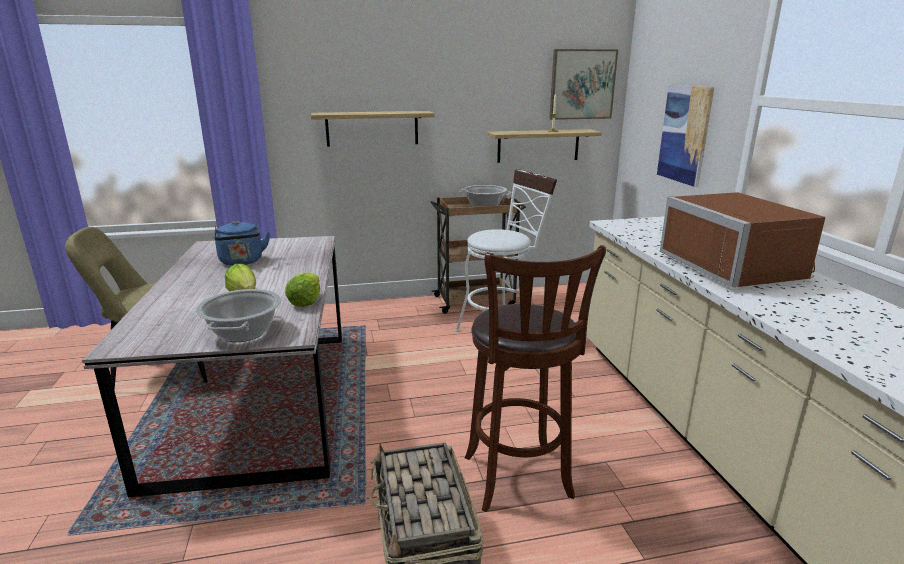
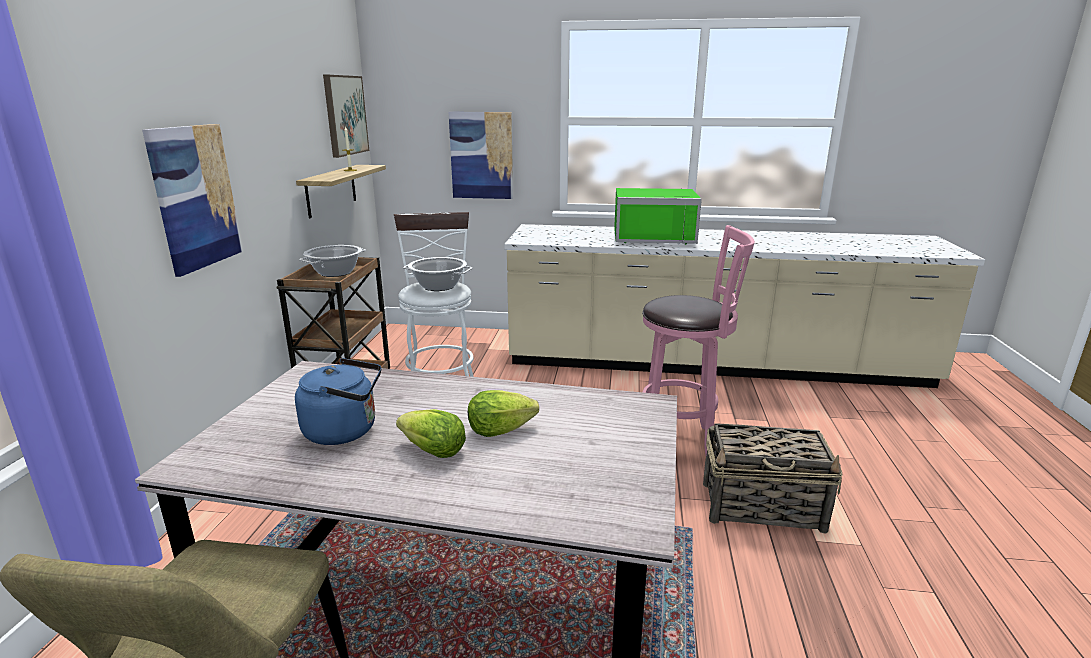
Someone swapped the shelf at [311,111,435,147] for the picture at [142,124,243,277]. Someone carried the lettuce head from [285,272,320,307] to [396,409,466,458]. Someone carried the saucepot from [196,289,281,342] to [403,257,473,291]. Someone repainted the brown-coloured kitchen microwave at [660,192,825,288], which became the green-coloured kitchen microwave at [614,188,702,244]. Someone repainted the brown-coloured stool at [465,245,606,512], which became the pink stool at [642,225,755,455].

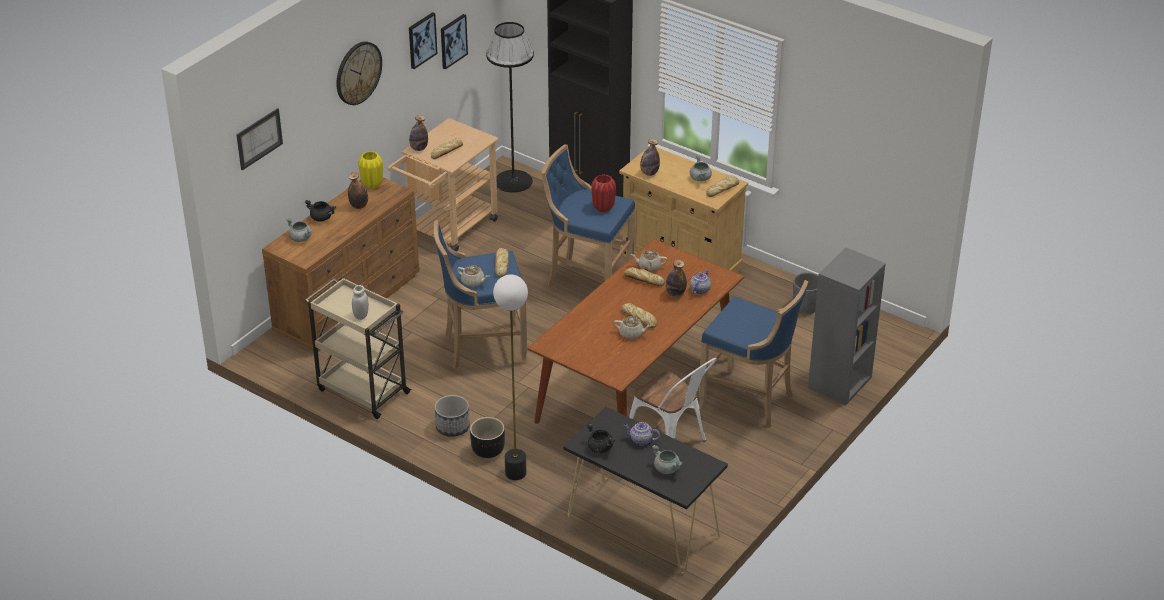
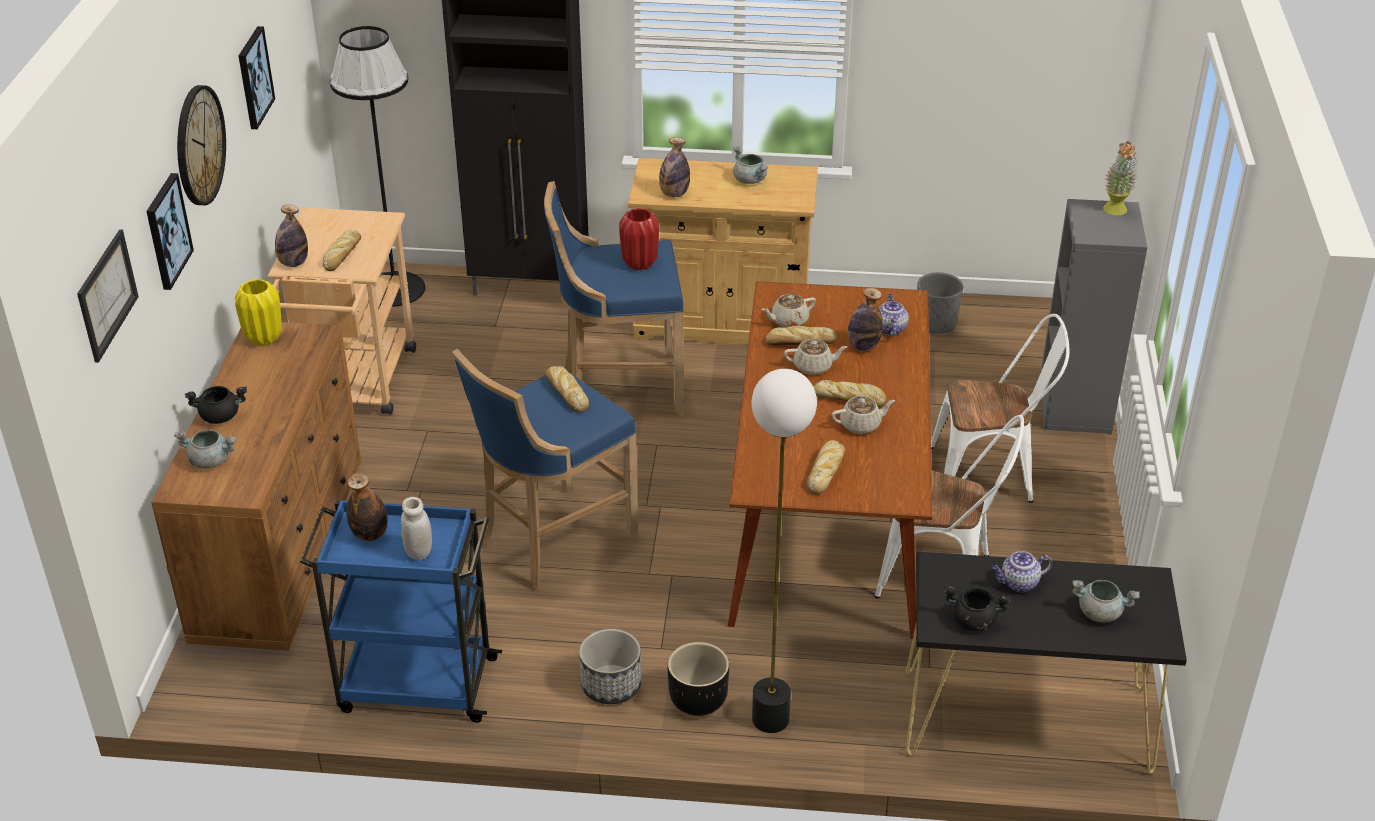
Someone carried the picture from [441,14,468,70] to [146,173,194,290]. Someone repainted the sand-coloured wheeled cart at [305,277,412,419], which became the blue wheeled cart at [300,499,502,723]. Someone carried the bottle from [348,172,368,209] to [346,472,388,541]. Someone carried the sand-coloured pot for tea from [457,265,490,287] to [784,339,847,375]. Someone carried the bakery bread from [706,176,739,197] to [807,440,845,495]. Someone swapped the blue stool at [699,280,808,428] for the white plain chair at [931,314,1069,503]. Someone put down the plant in a pot at [1103,141,1138,215].

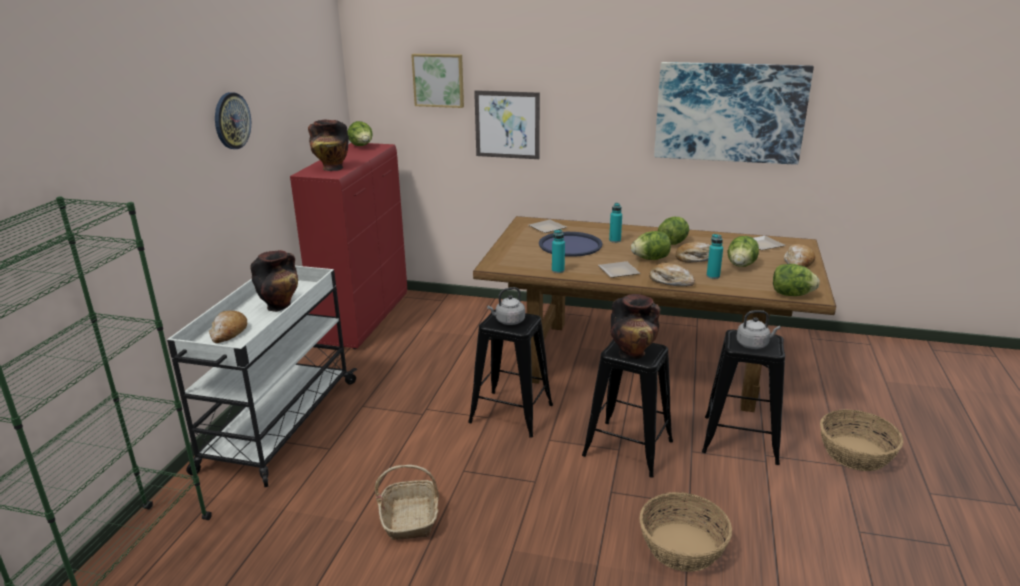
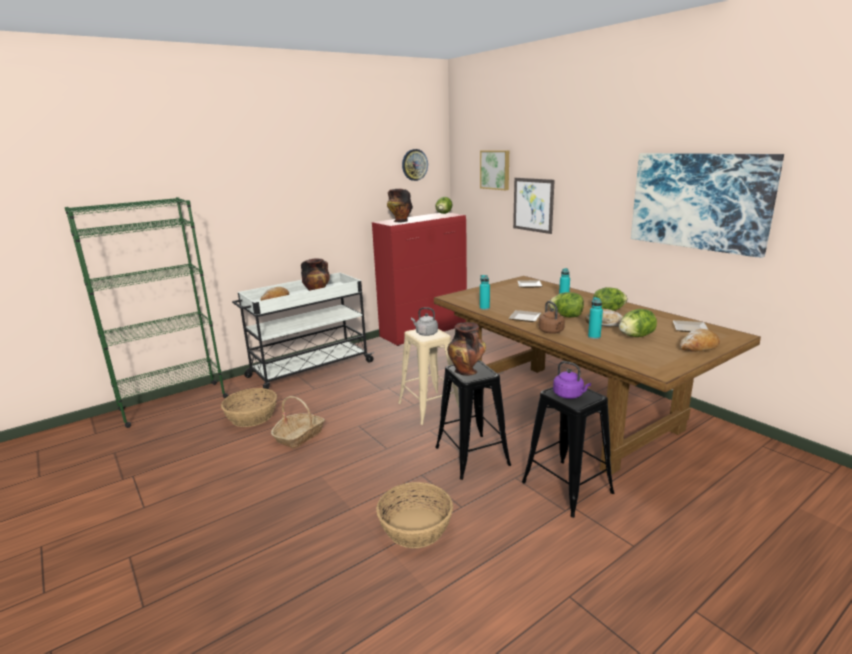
Someone carried the storage basket from [820,409,903,471] to [221,388,277,427]. Someone repainted the black-coloured stool at [468,309,553,438], which became the sand-coloured stool at [398,329,459,425]. Someone carried the clock on the wall from [215,92,251,149] to [402,149,428,181]. Someone swapped the bakery bread at [649,263,695,287] for the brown-coloured tea kettle at [539,301,565,334]. Someone repainted the greyish tea kettle at [736,310,781,349], which became the purple-coloured tea kettle at [553,361,591,399]. Someone took away the blue serving tray at [539,232,603,257]. Someone took away the lettuce head at [773,264,820,296].

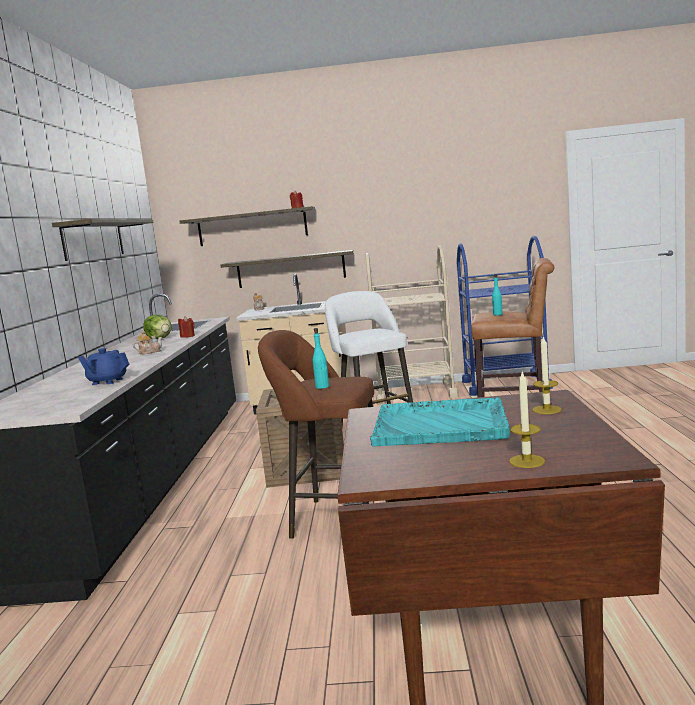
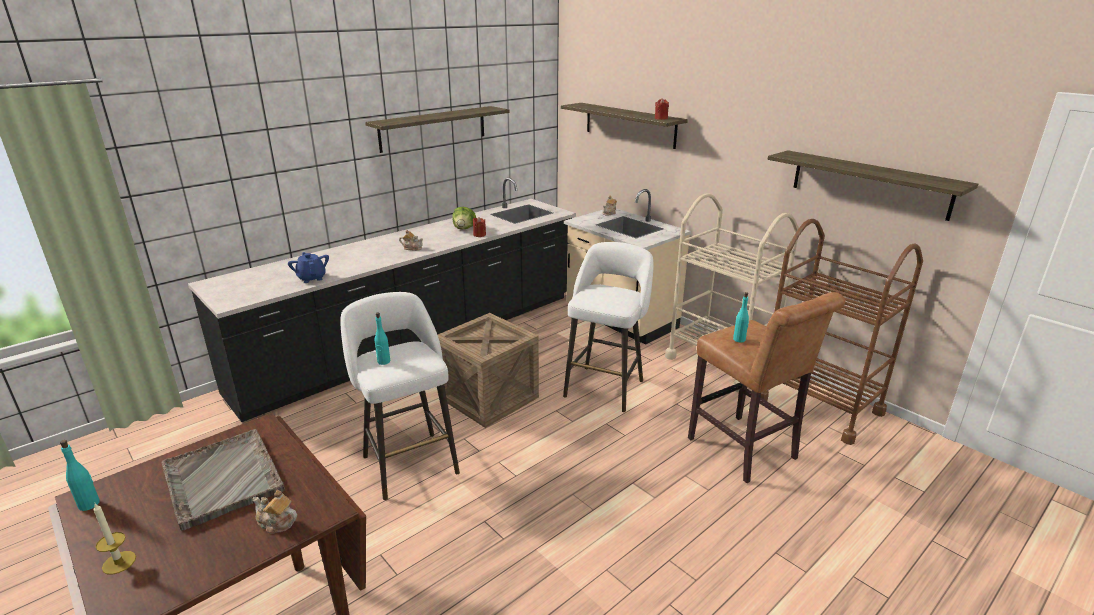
Someone put down the turquoise-coloured bottle at [60,440,100,511]. Someone repainted the turquoise-coloured serving tray at [370,397,510,446], which became the greyish serving tray at [162,429,285,531]. Someone swapped the wax light at [533,336,561,414] for the pot for tea at [252,490,297,534]. Someone repainted the brown-coloured stool at [258,330,388,539], which became the white stool at [340,292,460,500]. Someone repainted the blue wheeled cart at [457,236,553,396], which became the brown-coloured wheeled cart at [761,219,923,445]. Someone carried the shelf from [221,250,354,288] to [768,150,978,221].

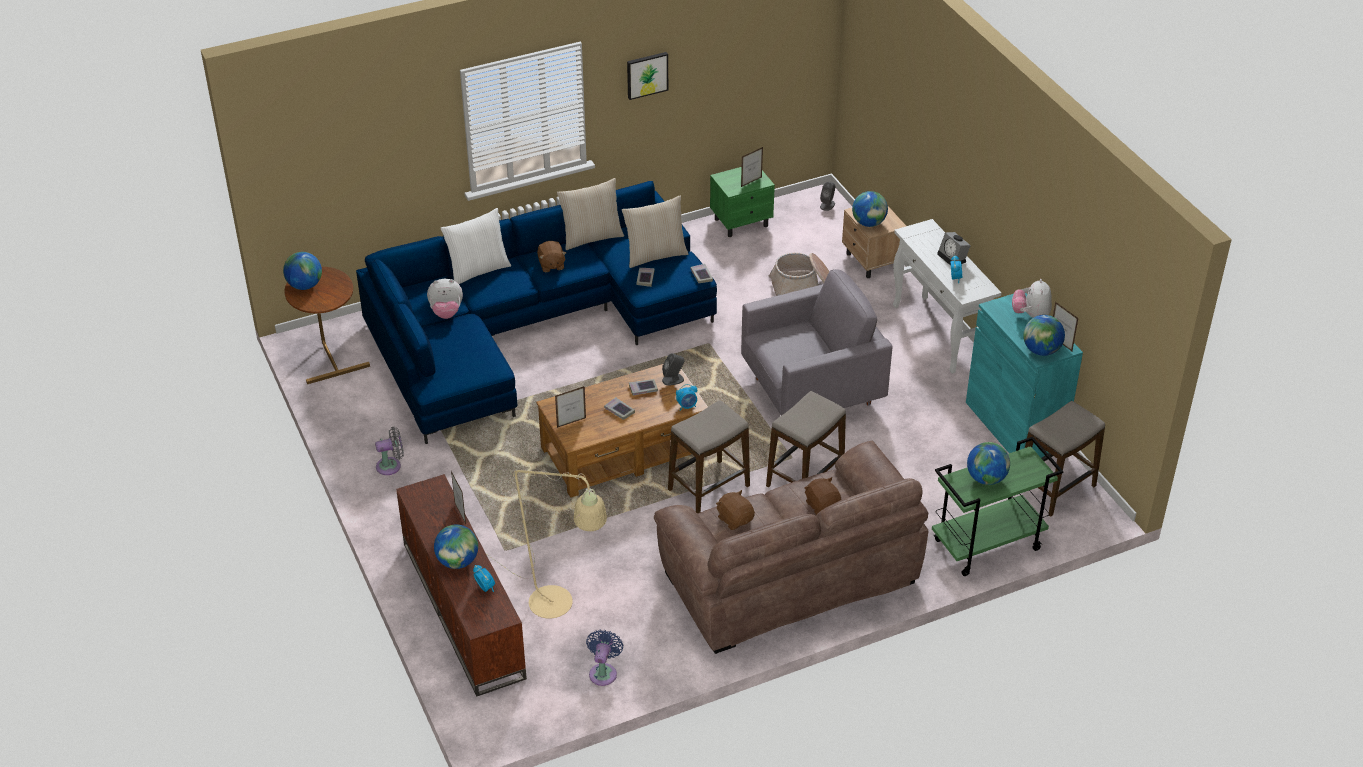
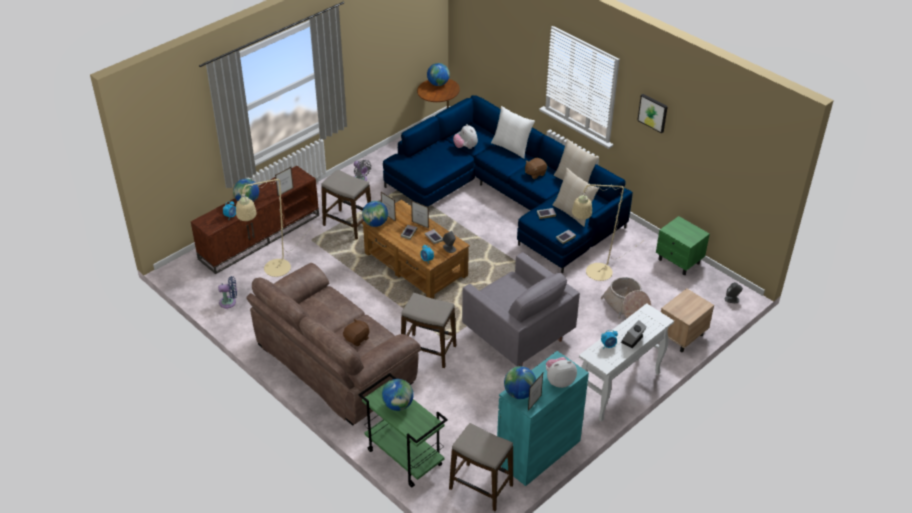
Someone carried the stool from [668,400,750,513] to [321,170,371,240]. Someone carried the world globe from [852,191,888,227] to [362,201,388,227]. Someone carried the photo frame from [741,147,763,187] to [411,200,429,229]. Someone put down the sand-coloured standard lamp at [572,184,646,281]. Someone took away the brown-coloured plush toy at [716,490,755,530].

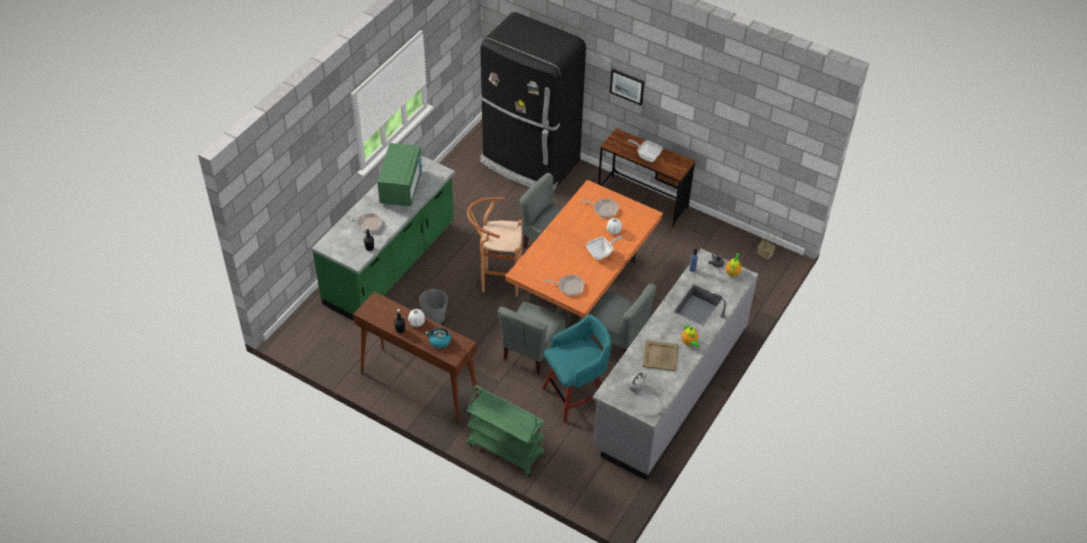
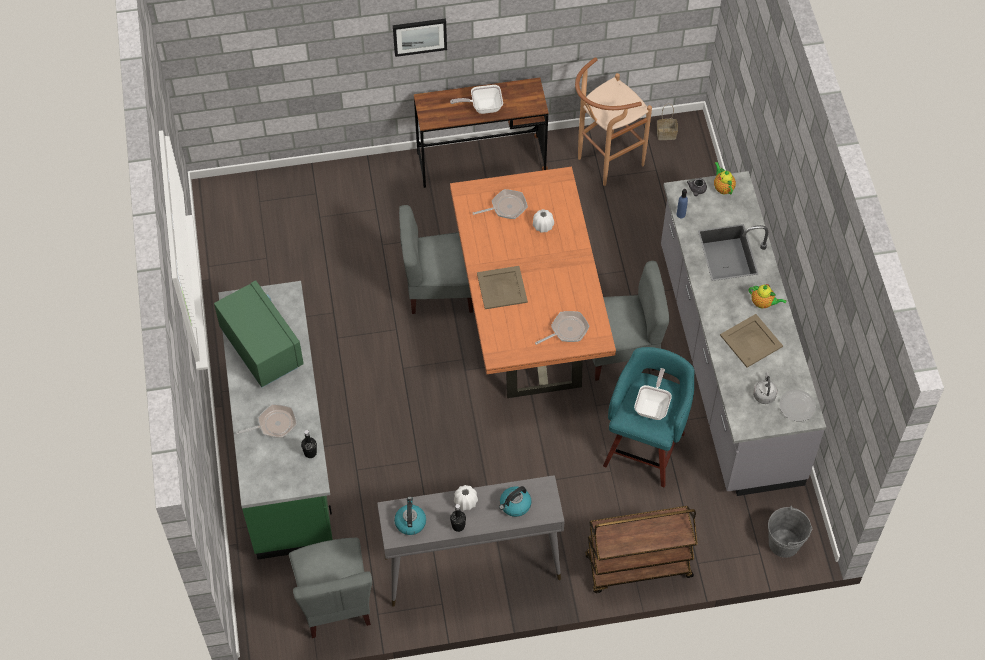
Someone carried the greyish plain chair from [498,302,565,375] to [289,538,372,638]. Someone repainted the brown-coloured narrow table at [353,291,479,425], which became the greyish narrow table at [377,475,565,606]. Someone put down the tea kettle at [394,497,426,535]. Someone put down the sand-coloured serving tray at [477,266,528,309]. Someone carried the brown-coloured stool from [467,197,522,297] to [575,57,652,186]. Someone repainted the green-coloured wheeled cart at [466,385,546,477], which became the brown-coloured wheeled cart at [585,506,698,593]. Someone carried the pan from [586,236,623,260] to [634,368,672,420]. Someone carried the greyish pail from [419,289,448,324] to [768,506,812,558]. Someone took away the black-coloured refrigerator at [480,12,586,190].

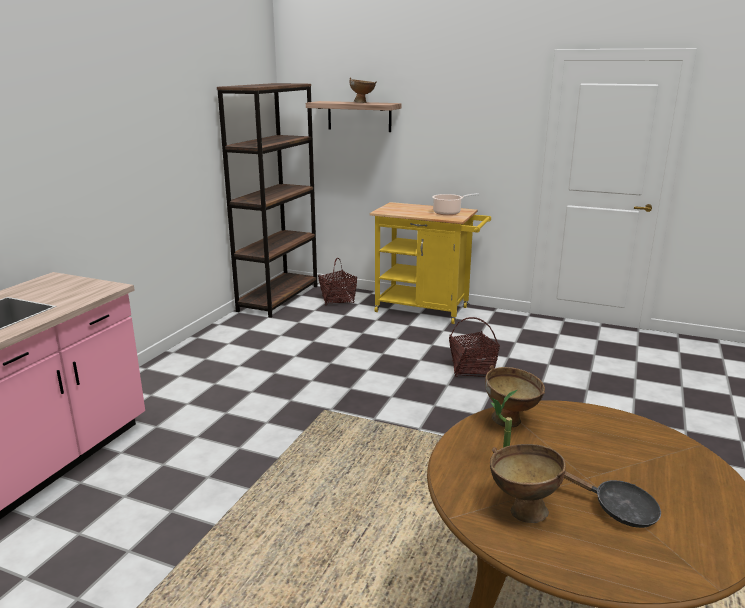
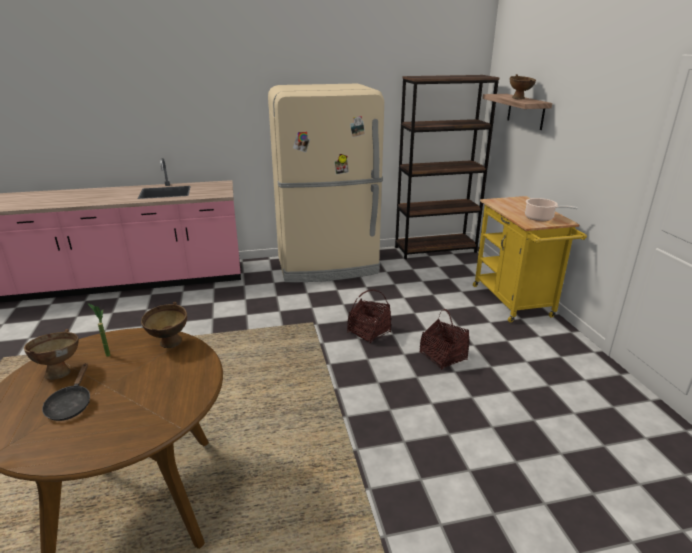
Someone put down the sand-coloured refrigerator at [268,84,384,282]. Someone carried the storage basket from [318,258,357,305] to [347,290,391,344].

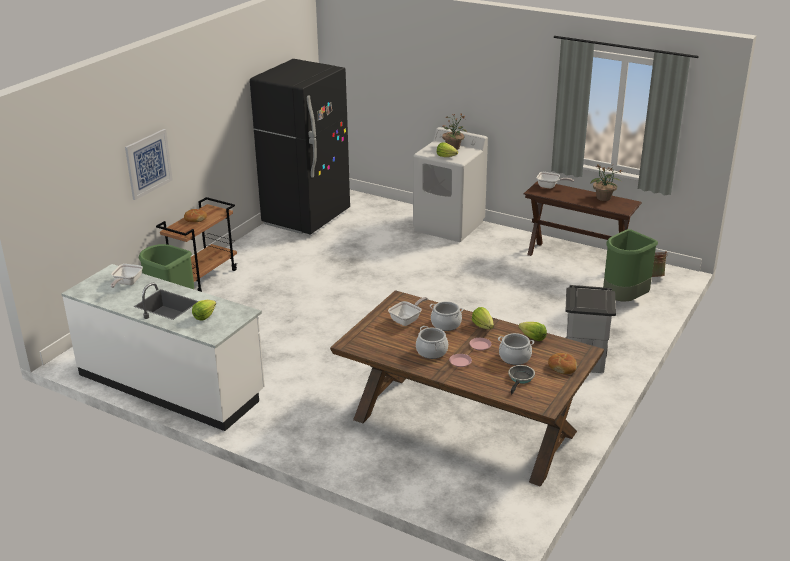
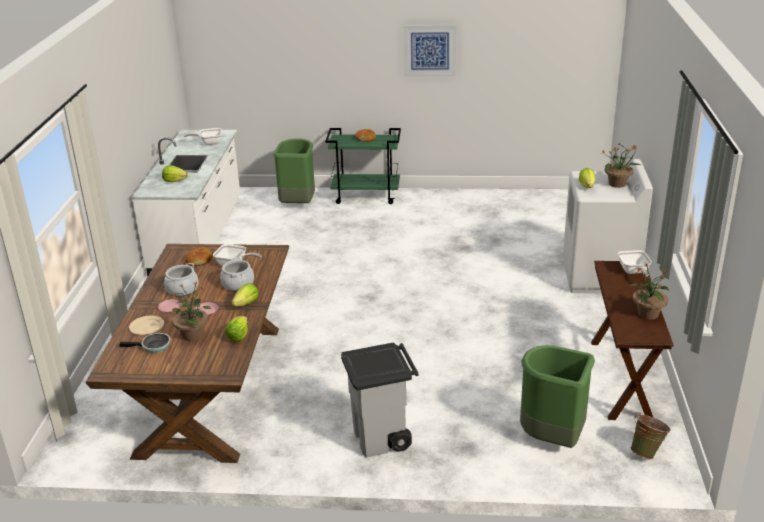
Someone put down the sand-coloured dinner plate at [129,315,164,335]. Someone swapped the saucepot at [498,333,534,365] for the plant in a pot at [172,283,212,341]. Someone carried the bakery bread from [548,353,577,374] to [185,247,212,266]. Someone repainted the brown-coloured wheeled cart at [156,197,237,292], which became the green-coloured wheeled cart at [325,128,401,204]. Someone carried the picture from [125,129,173,200] to [404,24,456,77]. Someone took away the black-coloured refrigerator at [250,59,350,235].

